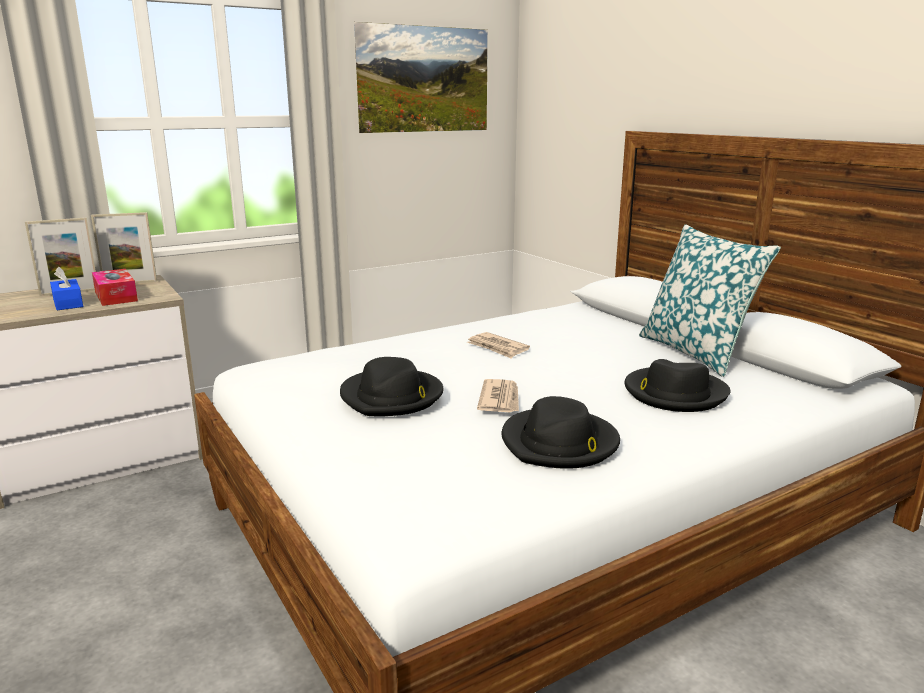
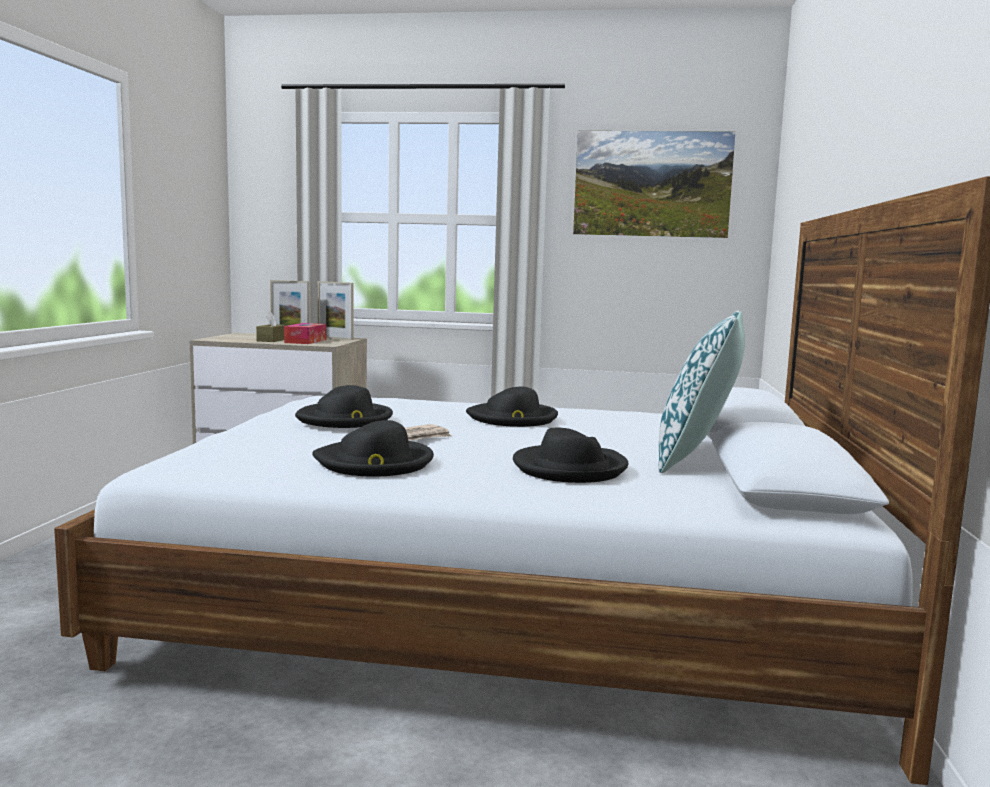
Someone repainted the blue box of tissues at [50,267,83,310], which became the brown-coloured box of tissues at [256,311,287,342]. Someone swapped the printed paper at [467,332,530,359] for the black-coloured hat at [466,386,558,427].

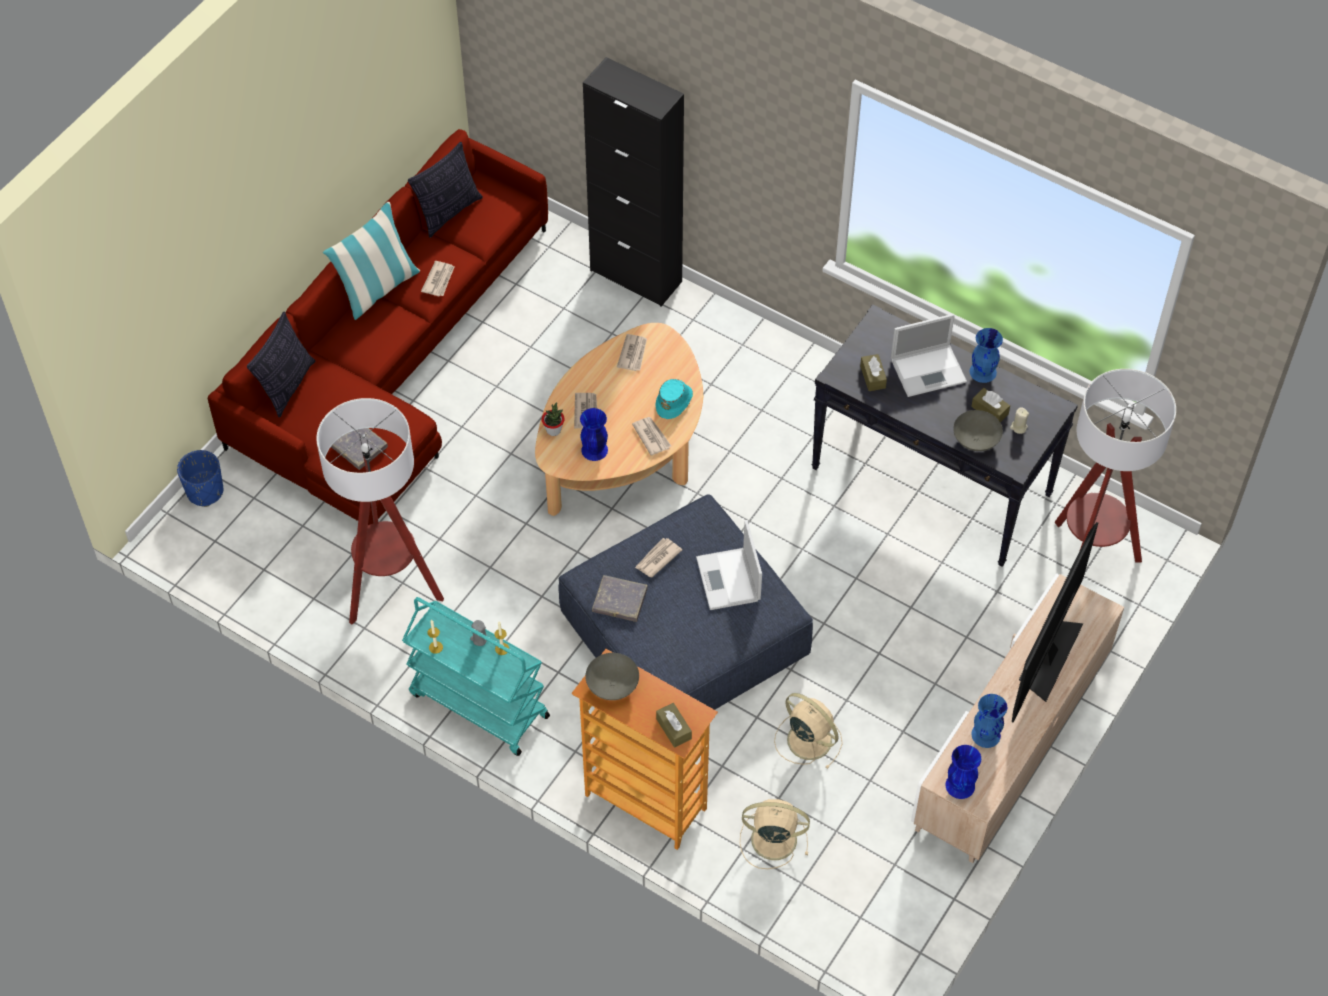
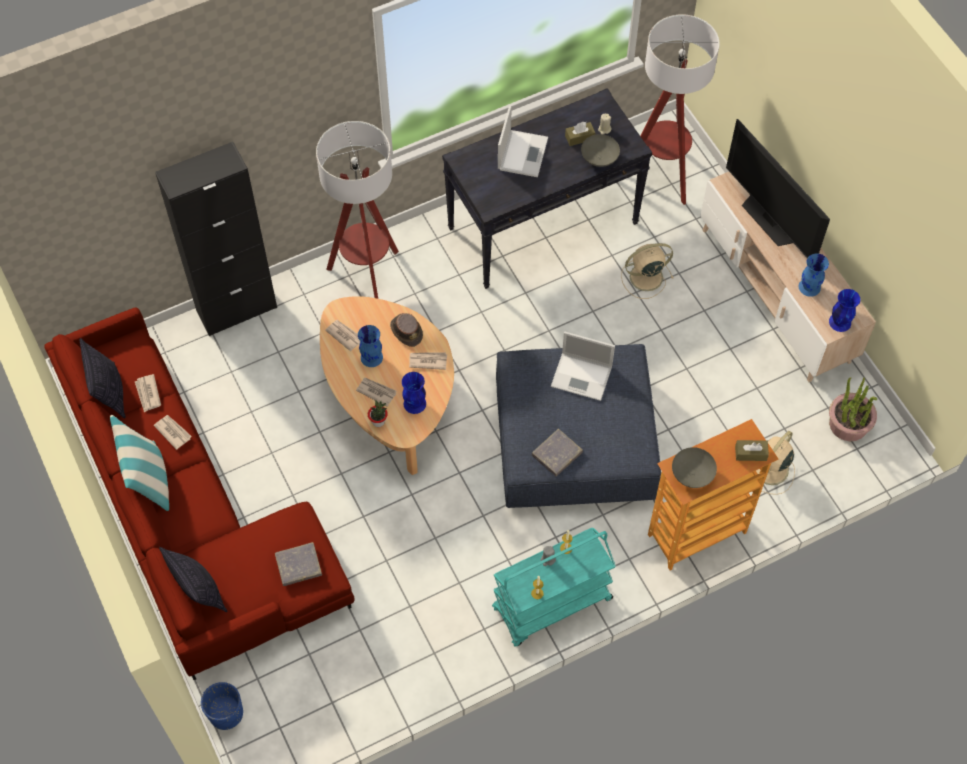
Someone carried the printed paper from [635,538,682,577] to [135,374,161,412]. Someone carried the standard lamp from [316,398,444,625] to [316,121,399,299]. Someone carried the blue vase from [970,328,1003,383] to [358,325,383,367]. Someone repainted the turquoise-coloured hat at [655,379,693,419], which became the brown-coloured hat at [390,313,423,347]. Someone carried the sand-coloured fan from [774,693,843,769] to [621,243,674,299]. Someone put down the plant in a pot at [829,377,877,441]. Someone took away the brown-coloured box of tissues at [860,354,887,391].

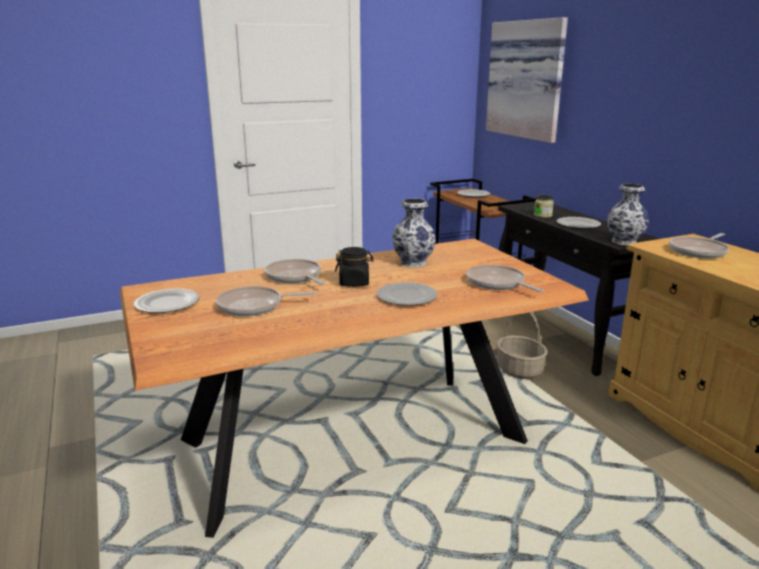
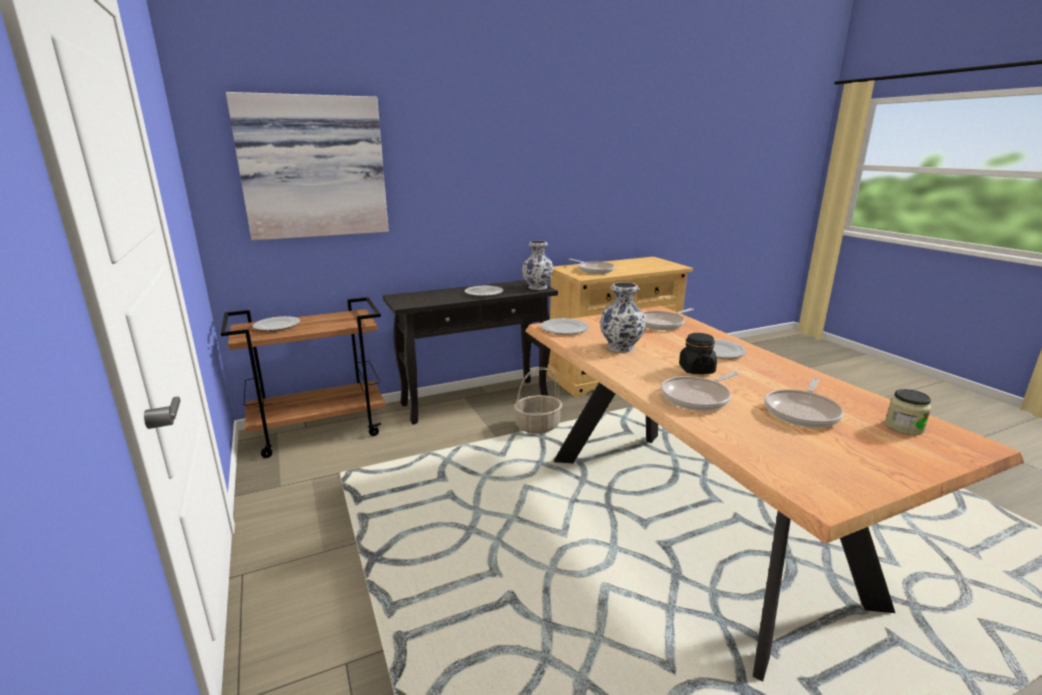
Someone carried the dinner plate from [134,289,200,313] to [540,318,589,335]. Someone rotated the pan at [216,286,316,316] by 45 degrees clockwise. Someone carried the preserve jar from [534,195,554,218] to [885,389,931,435].

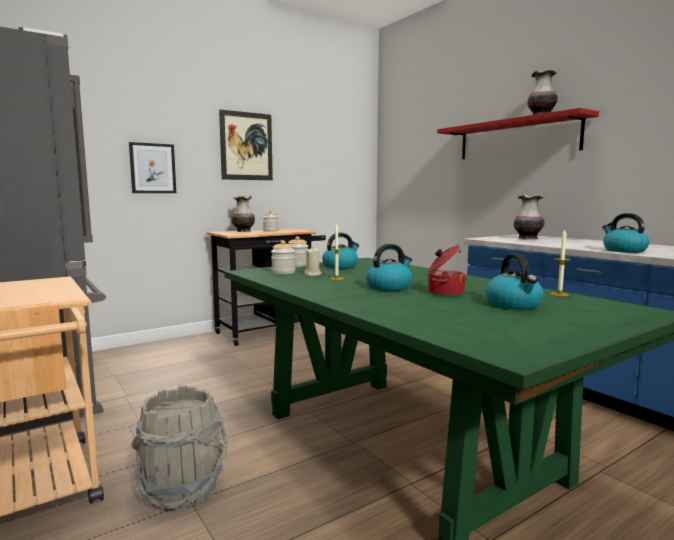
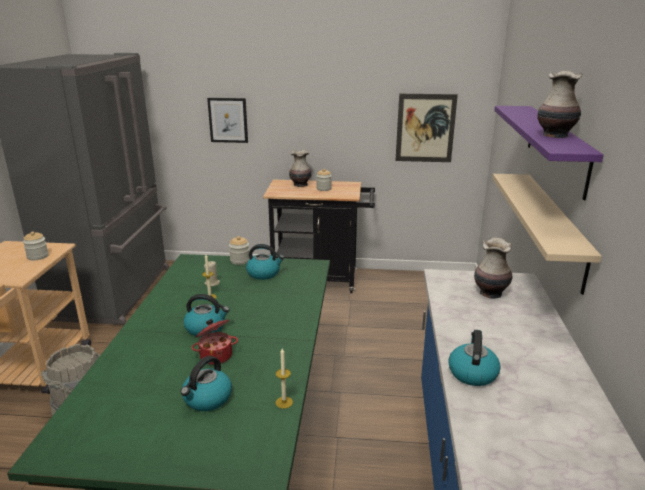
Someone carried the preserve jar from [271,240,295,274] to [23,231,49,260]. Someone carried the picture from [219,109,273,180] to [395,94,458,162]. Someone put up the sand-coloured shelf at [492,174,602,295]. Someone repainted the red-coloured shelf at [437,108,599,159], which became the purple-coloured shelf at [494,106,604,200].

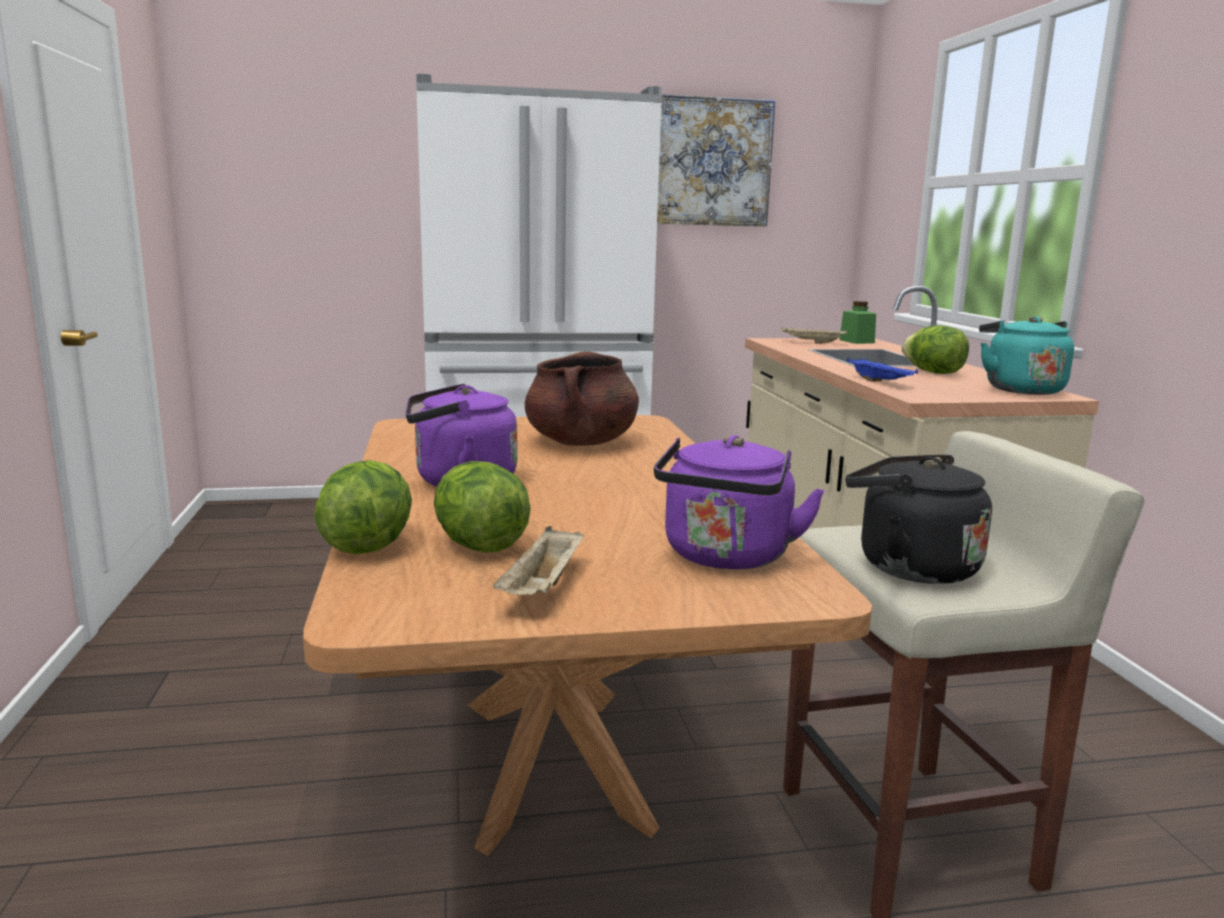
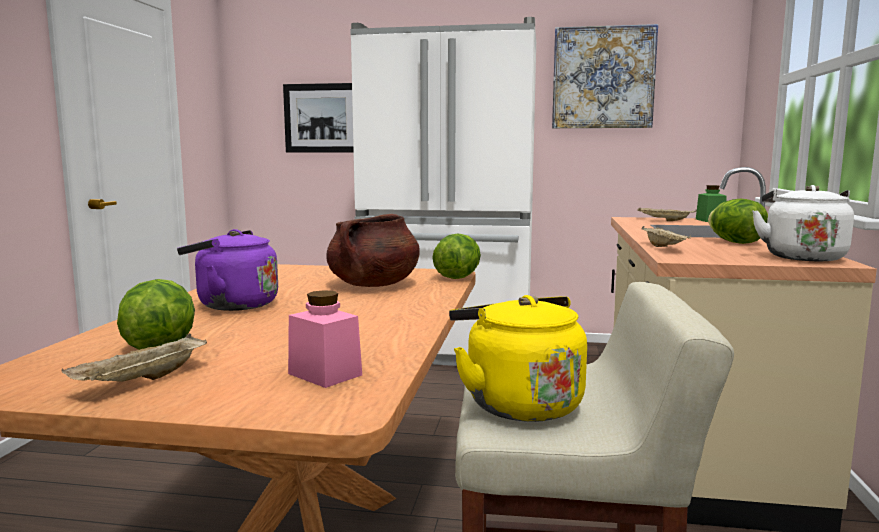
Someone put up the picture at [283,83,354,152]. Someone swapped the purple-coloured tea kettle at [654,435,825,570] for the pink preserve jar at [288,290,362,388]. Someone carried the lettuce head from [314,460,412,554] to [432,234,481,279]. Someone repainted the black-coloured tea kettle at [845,455,992,584], which became the yellow-coloured tea kettle at [449,295,587,422]. Someone repainted the blue serving tray at [847,358,918,382], which became the sand-coloured serving tray at [642,226,691,247]. Someone repainted the turquoise-coloured tea kettle at [979,316,1074,395], which became the white tea kettle at [752,185,854,261].

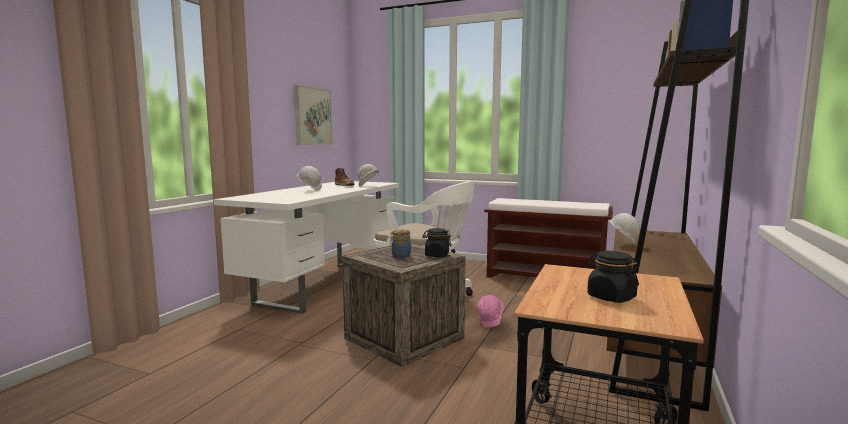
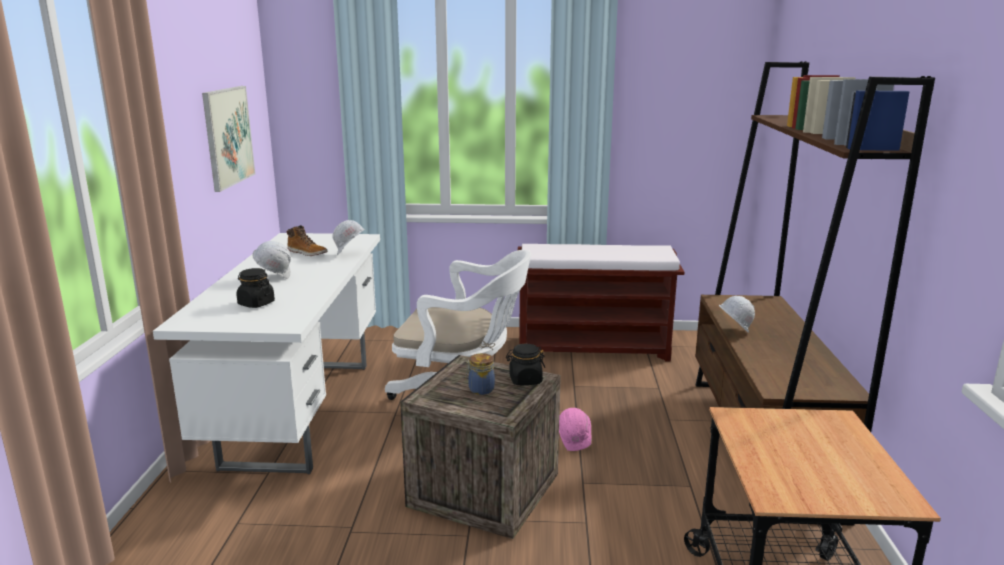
Someone carried the black-coloured preserve jar from [587,251,639,303] to [236,268,275,308].

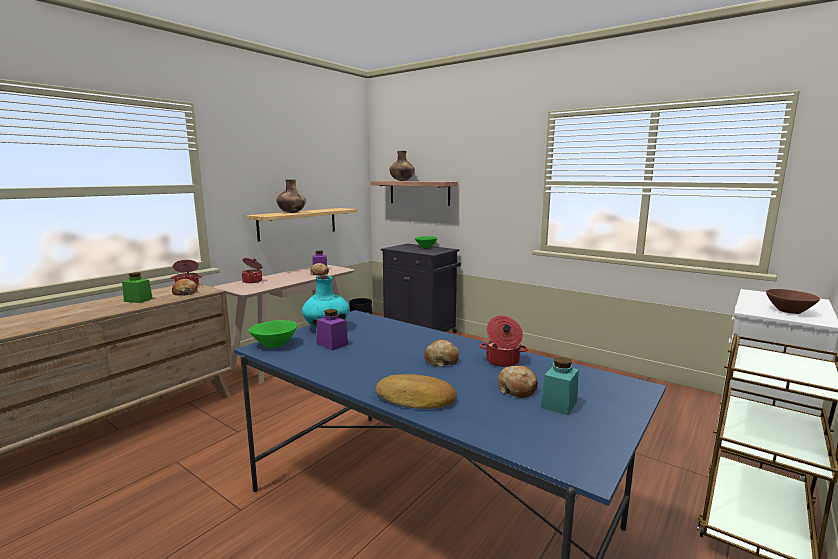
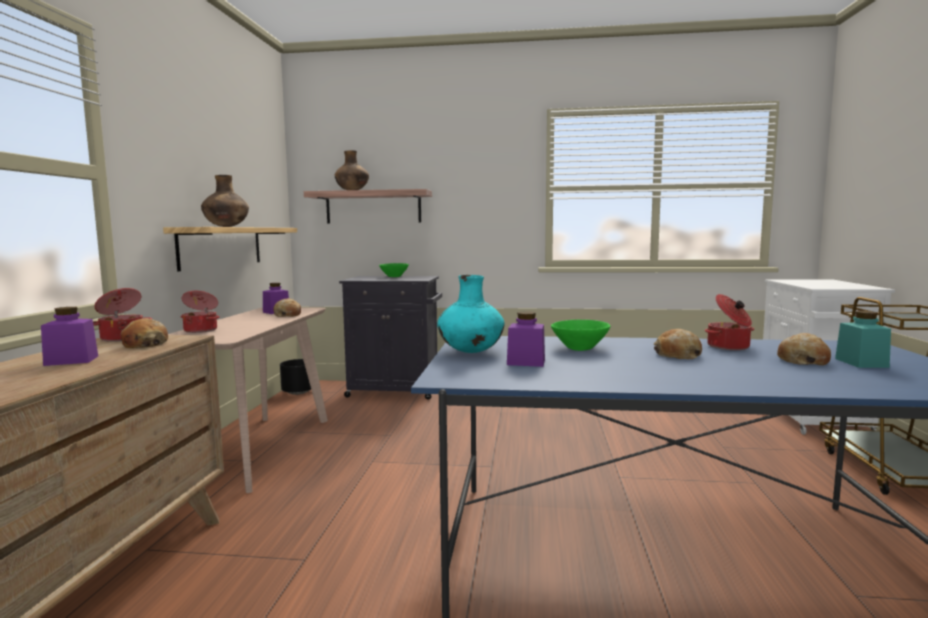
Someone repainted the green-coloured preserve jar at [122,272,153,303], which became the purple-coloured preserve jar at [41,307,98,366]. Someone carried the green-coloured bowl from [249,320,297,348] to [551,320,611,351]. Someone took away the bakery bread at [376,374,457,409]. Someone took away the brown-coloured bowl at [766,289,820,314].

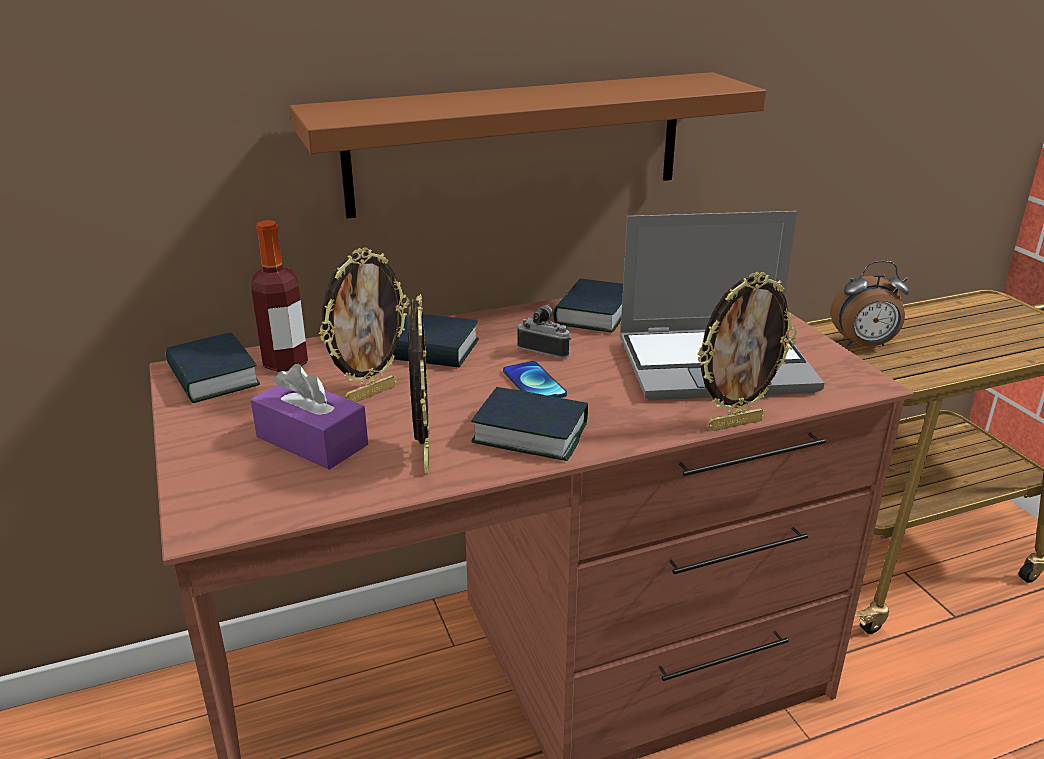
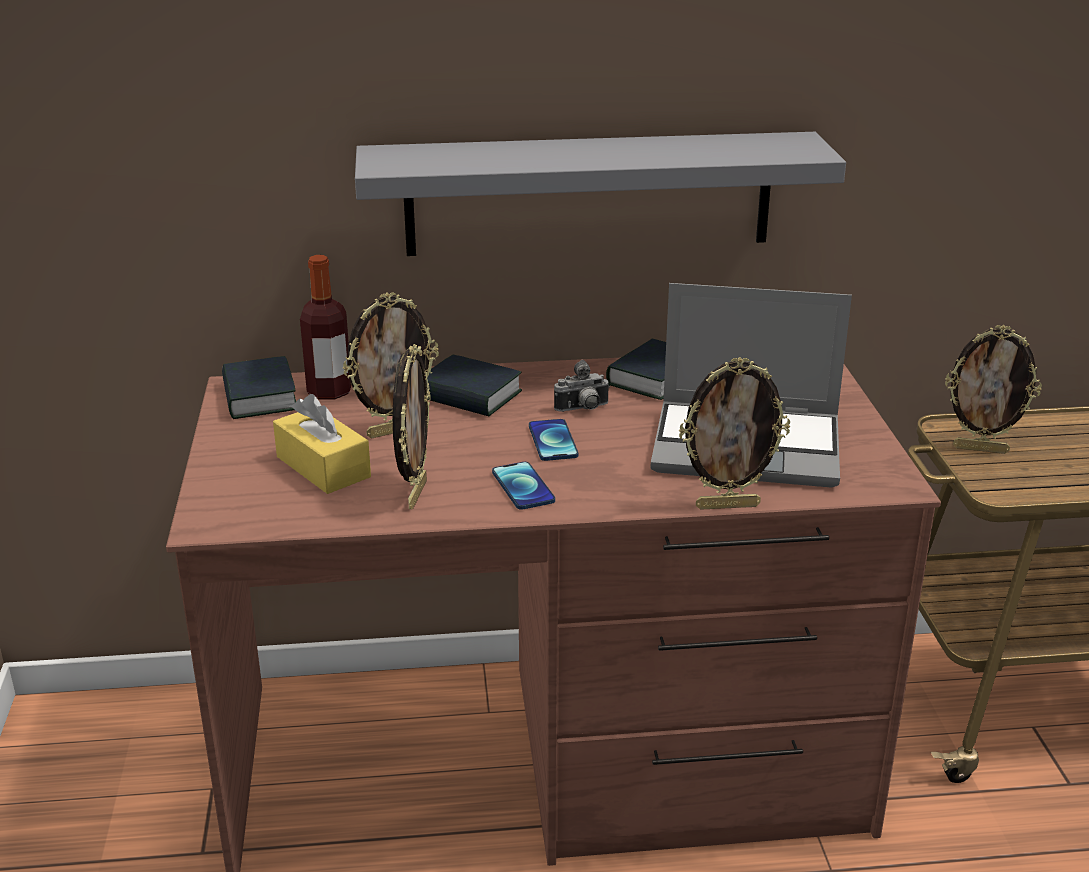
Someone repainted the purple-coloured box of tissues at [251,364,368,470], which became the yellow-coloured box of tissues at [273,394,371,494]. Someone repainted the brown-coloured shelf at [290,72,766,218], which became the greyish shelf at [355,132,846,256]. Someone swapped the volume at [471,387,588,461] for the handset at [492,462,555,510]. Someone rotated the photo camera at [517,304,571,358] by 120 degrees clockwise. Someone swapped the table clock at [831,260,910,347] for the photo frame at [945,325,1042,454].

